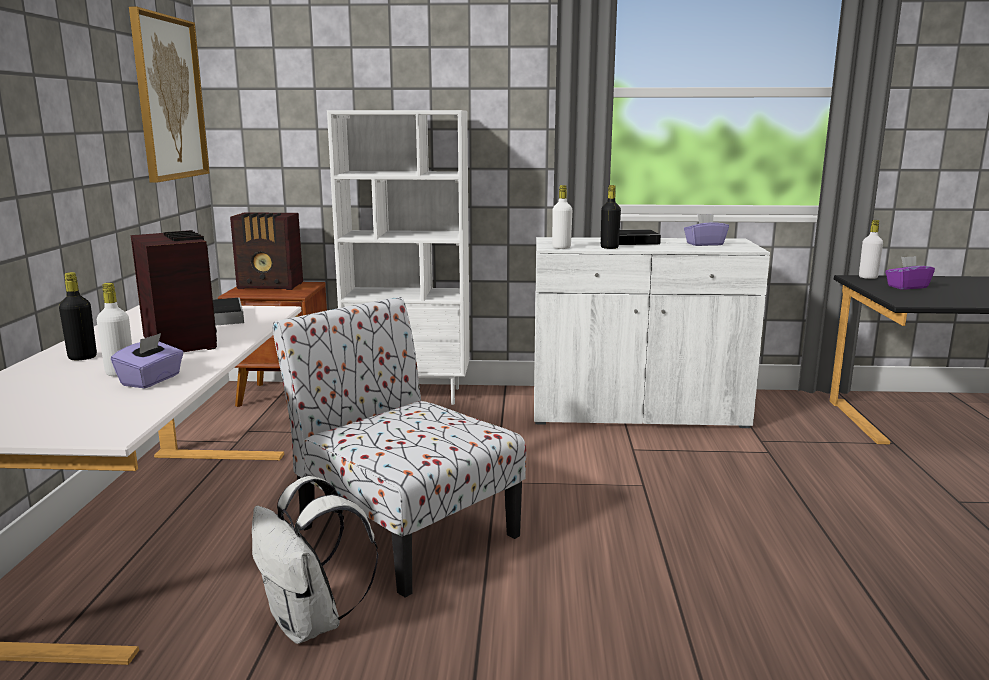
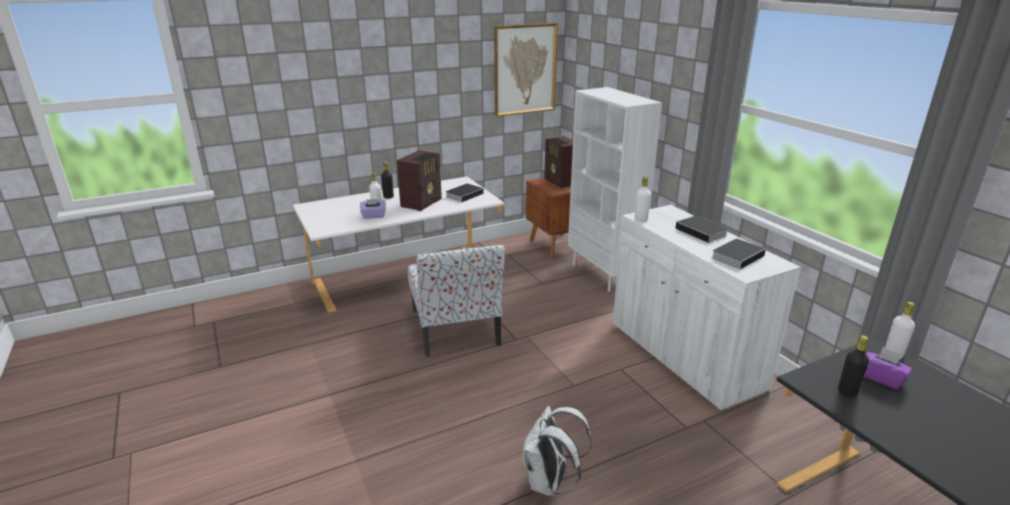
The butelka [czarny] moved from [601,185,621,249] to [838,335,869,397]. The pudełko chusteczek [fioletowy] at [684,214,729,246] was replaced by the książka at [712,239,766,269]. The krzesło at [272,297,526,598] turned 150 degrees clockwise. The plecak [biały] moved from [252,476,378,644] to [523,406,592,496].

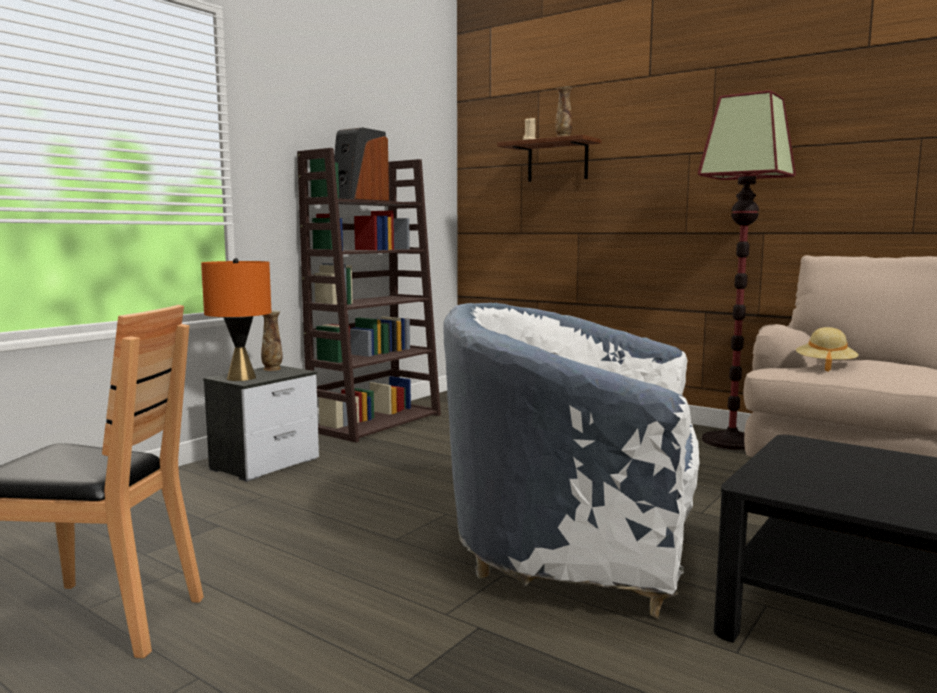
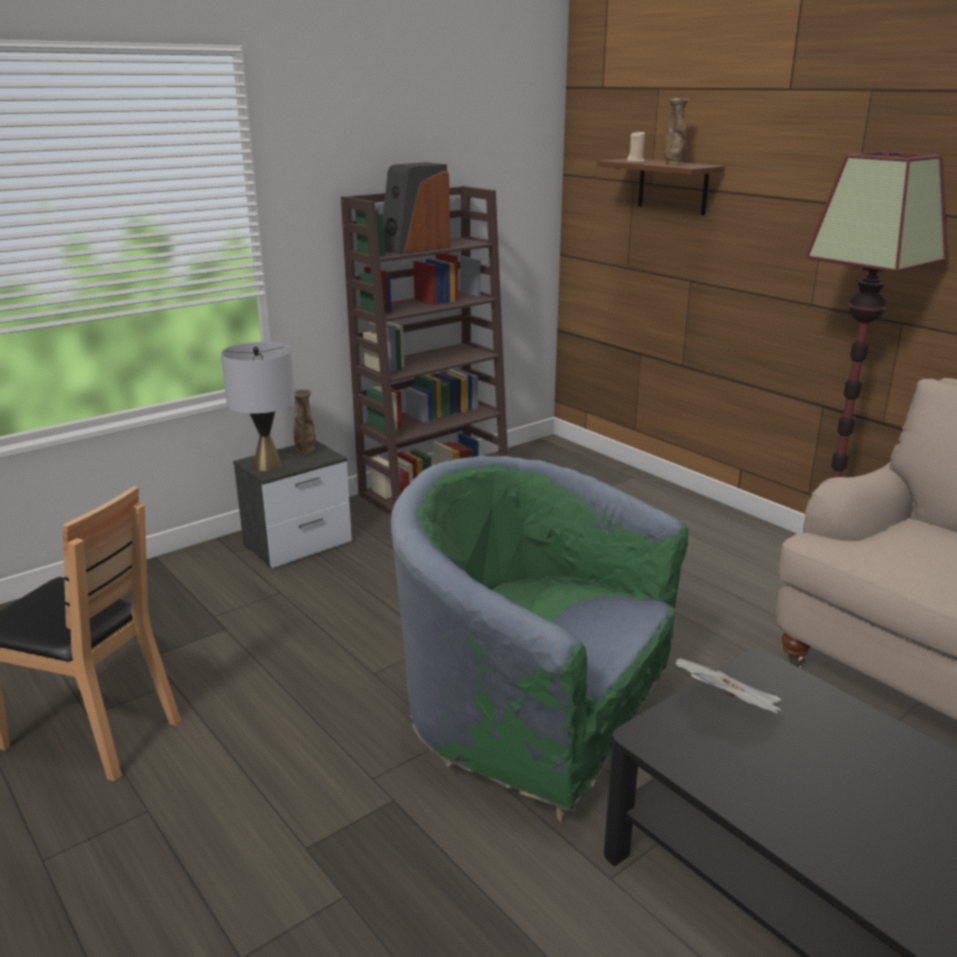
The lampa stołowa [pomarańczowy] at [201,258,272,381] became the lampa stołowa [szary] at [221,342,295,471]. The fotel [biały] at [443,303,700,619] became the fotel [zielony] at [391,456,689,824]. The kapelusz [beżowy] at [796,327,858,372] disappeared. The gazeta at [676,659,781,714] appeared.

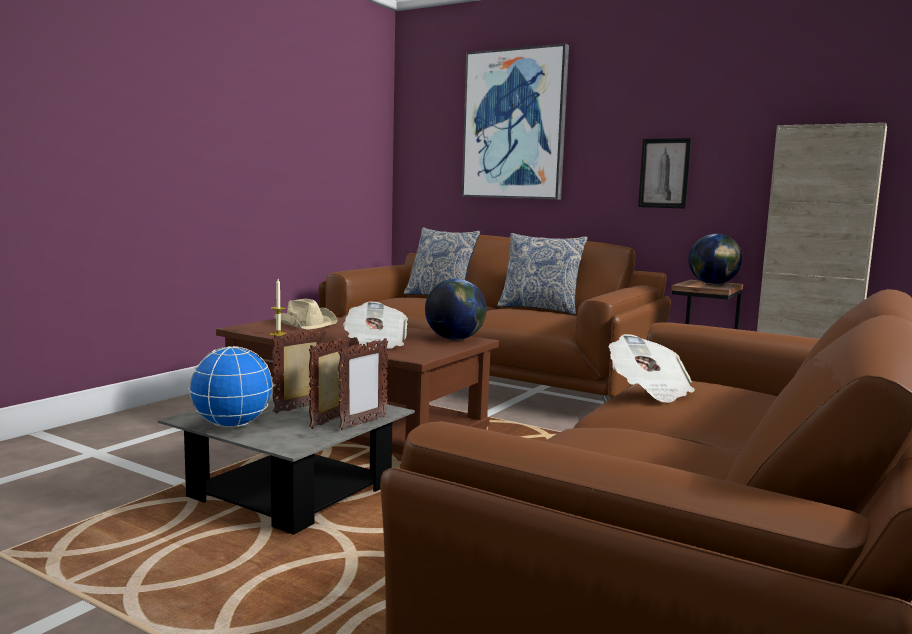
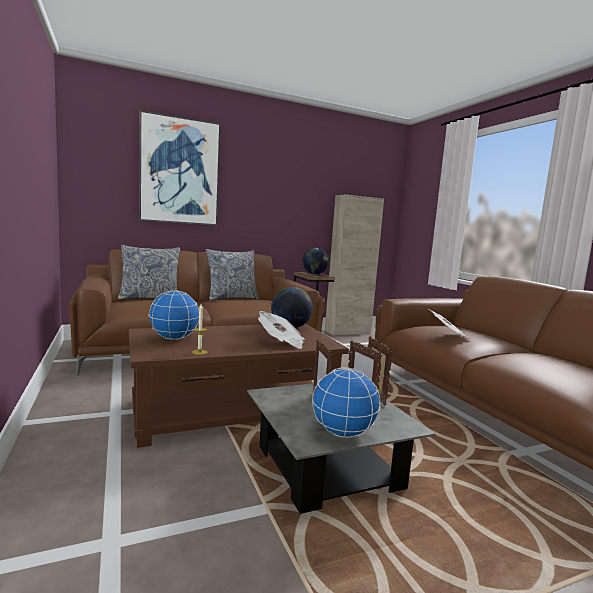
The obraz at [638,138,691,209] disappeared. The kapelusz [beżowy] at [273,299,337,330] was replaced by the globus at [148,290,199,340].

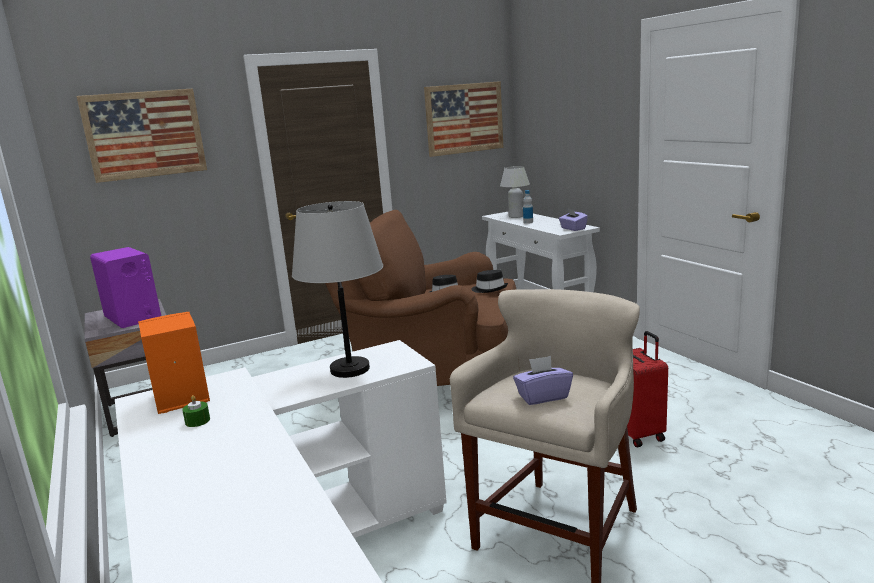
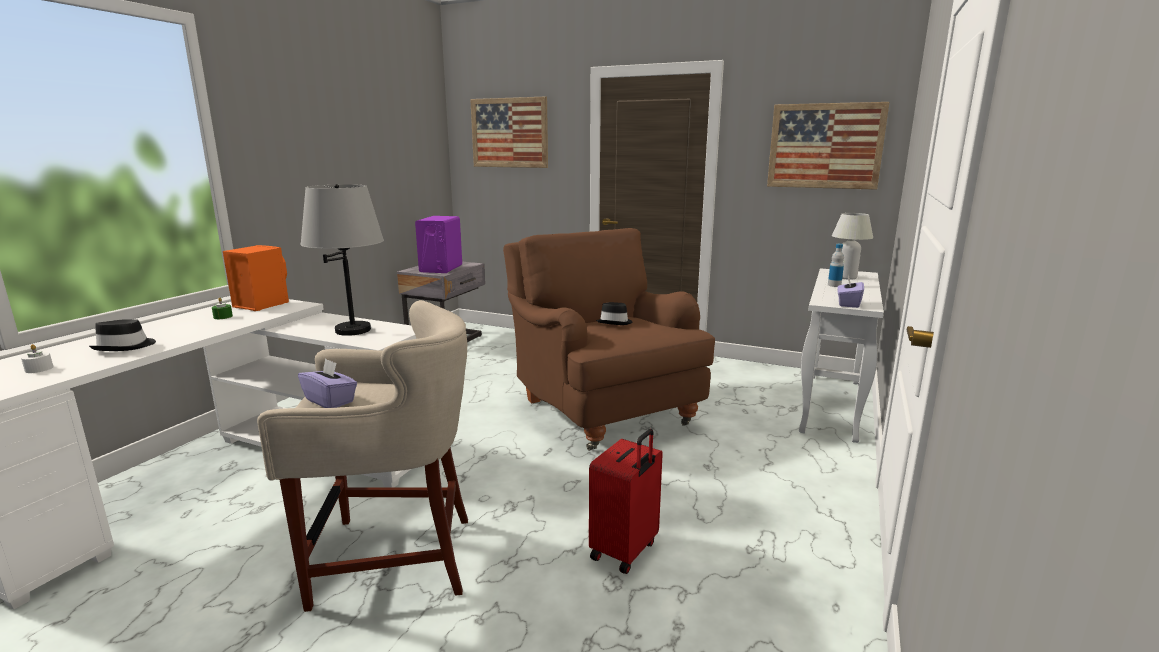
The kapelusz [czarny] moved from [471,270,508,293] to [89,319,156,351]. The świeca [biały] at [21,344,53,373] appeared.

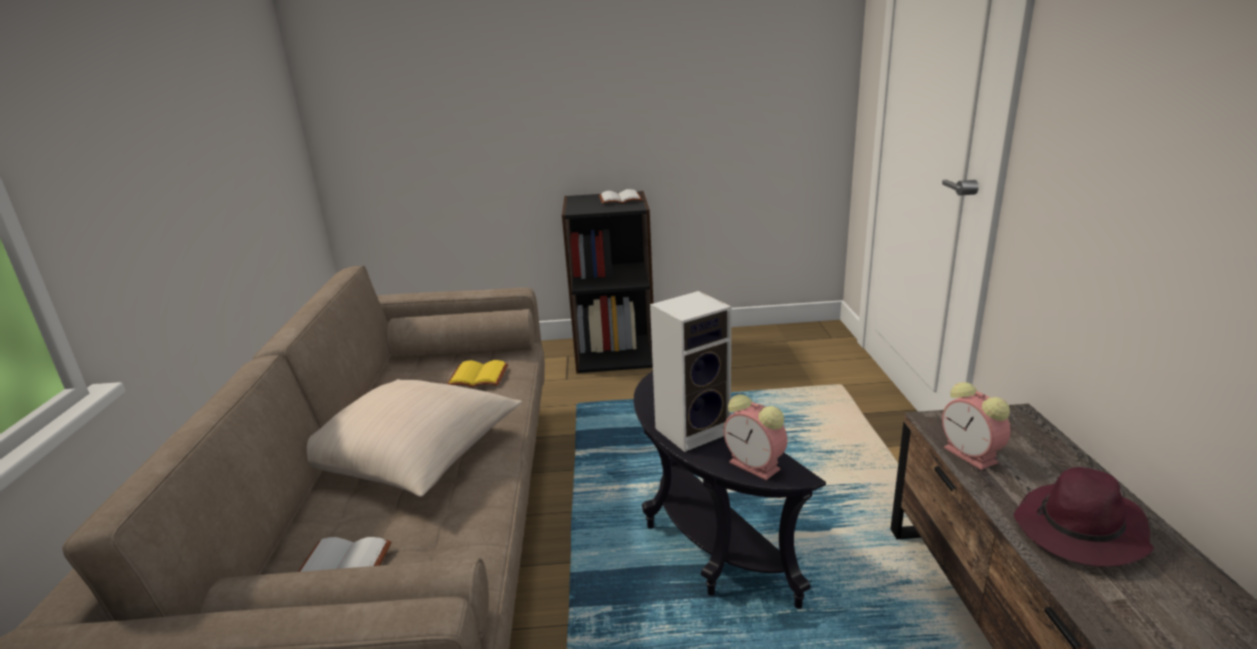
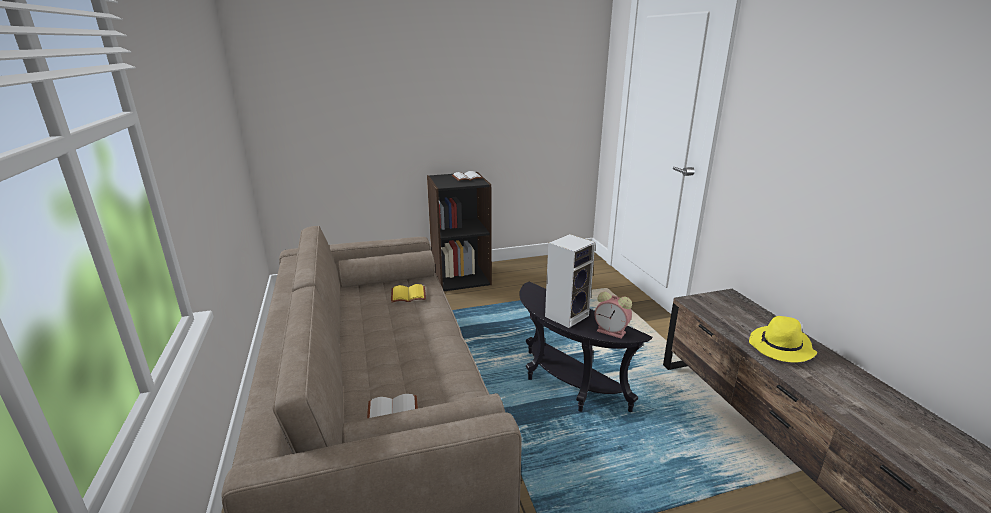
The poduszka [beżowy] at [307,379,522,497] disappeared. The budzik at [942,382,1011,470] disappeared. The kapelusz [fioletowy] at [1014,467,1154,567] became the kapelusz [żółty] at [749,316,817,363].

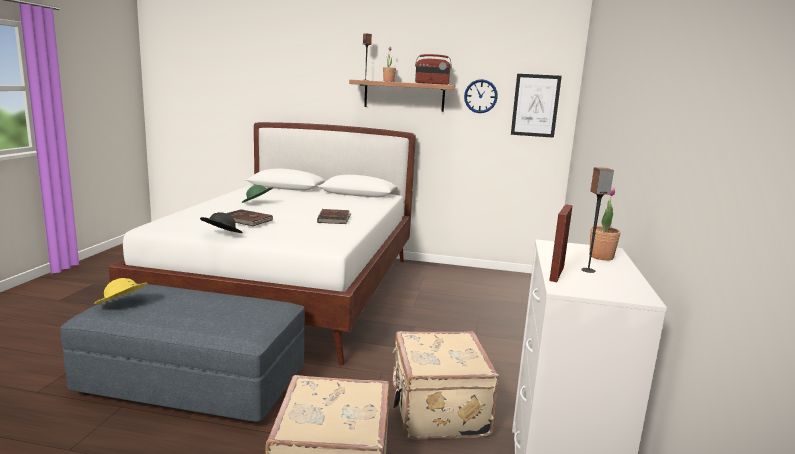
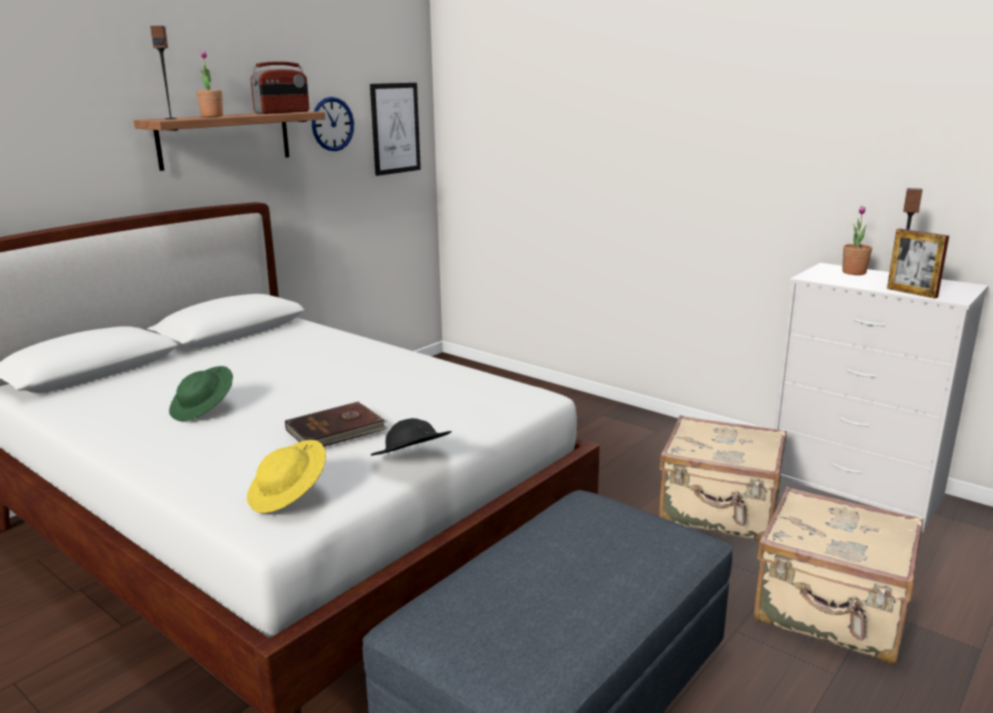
The książka [brązowy] at [317,209,351,224] disappeared. The kapelusz [żółty] moved from [94,278,148,304] to [247,440,326,513].

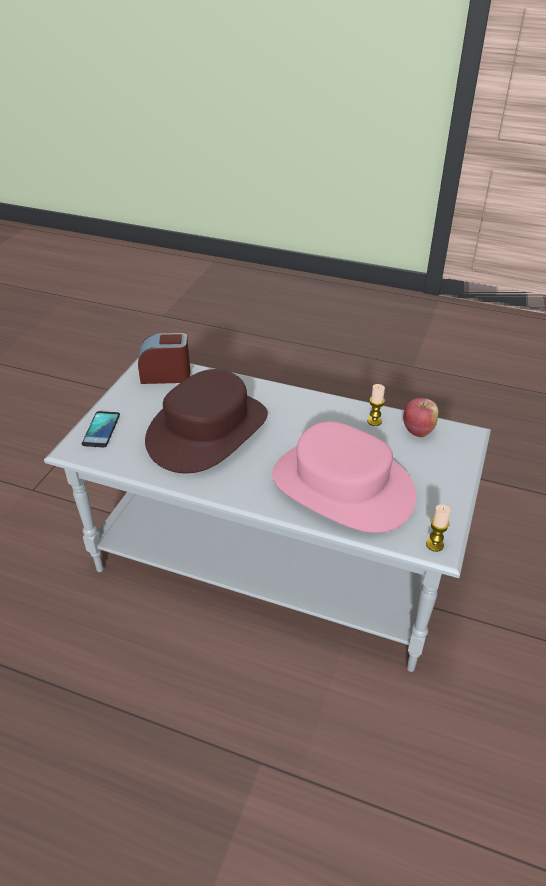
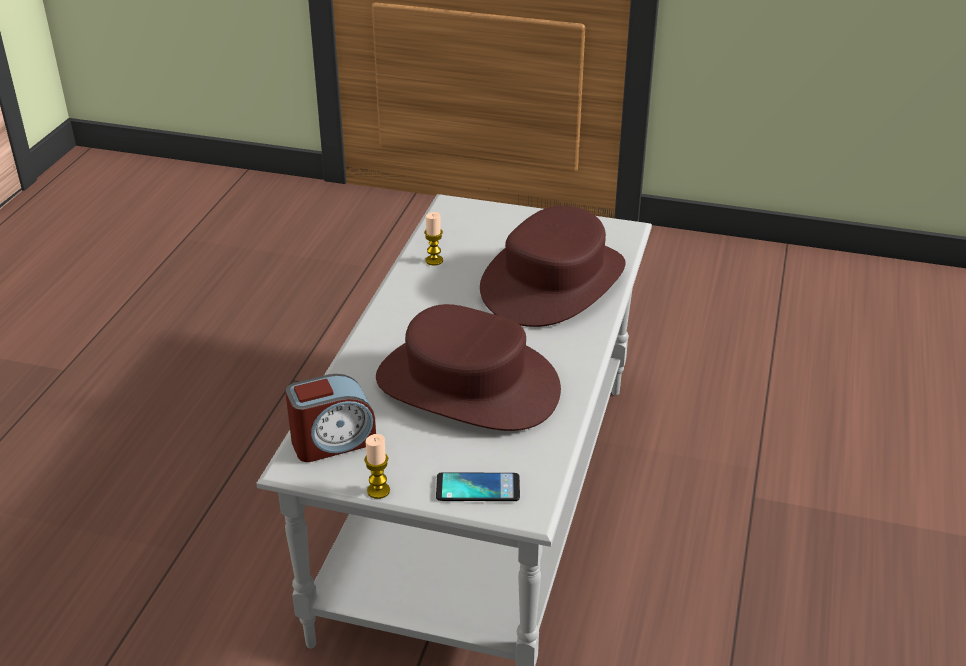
The budzik at [138,333,190,384] turned 105 degrees counterclockwise. The jabłko at [403,398,439,437] disappeared. The kapelusz [różowy] at [272,422,416,533] became the kapelusz [brązowy] at [480,206,626,327]. The świeca moved from [426,504,451,552] to [364,434,390,499].

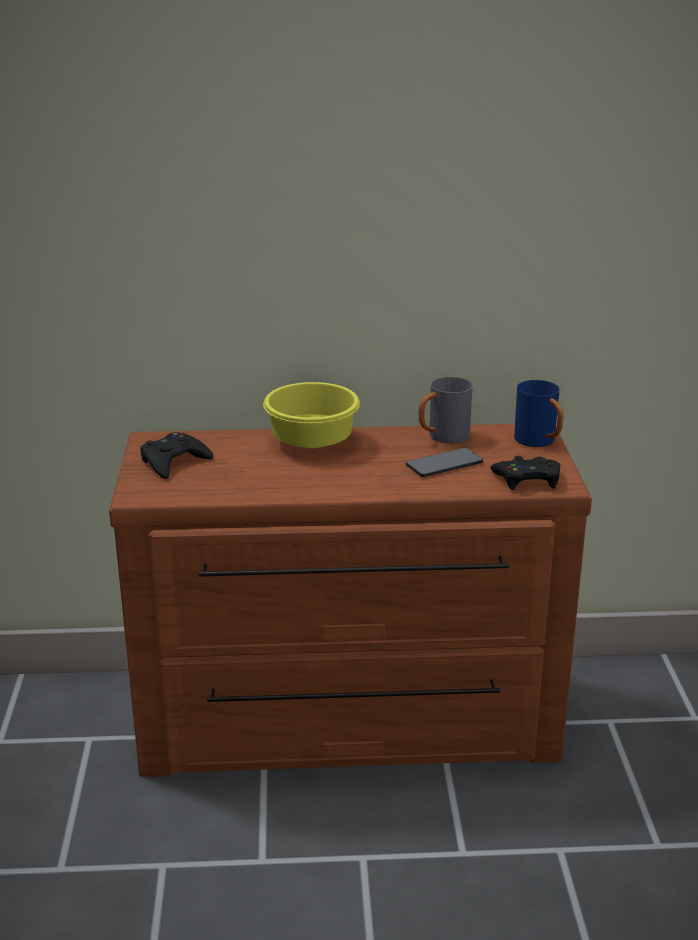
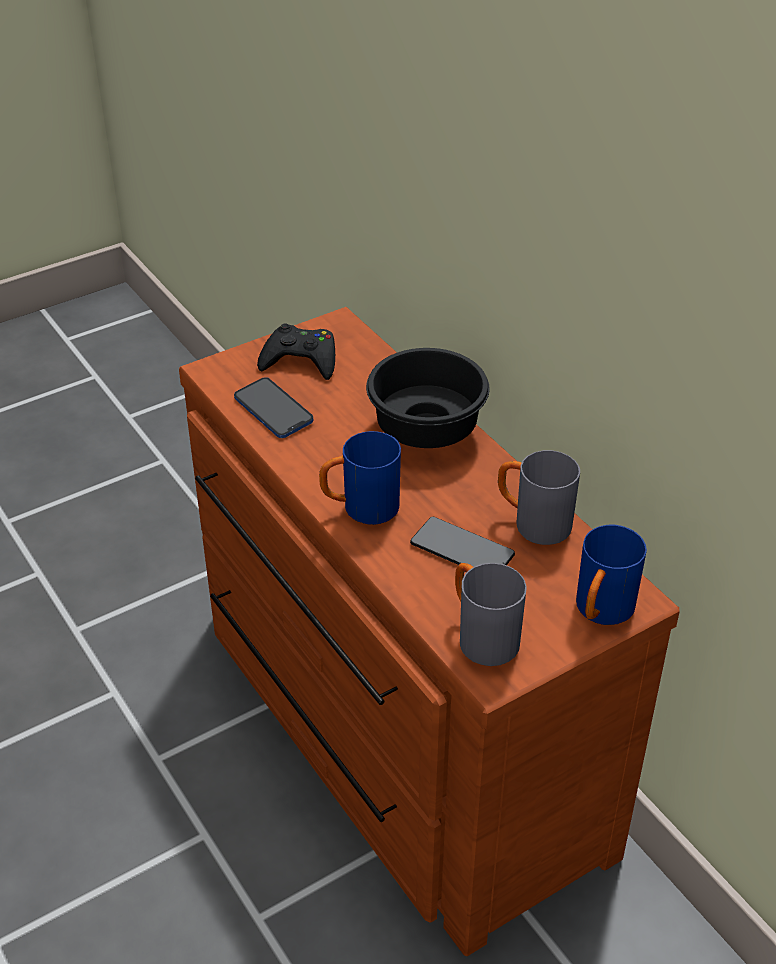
The miska [żółty] at [263,382,360,448] became the miska [czarny] at [366,348,490,448]. The pad do gier [czarny] at [490,456,561,490] was replaced by the kubek [szary] at [455,563,527,666]. The telefon at [234,377,314,438] appeared. The kubek [niebieski] at [319,431,401,525] appeared.

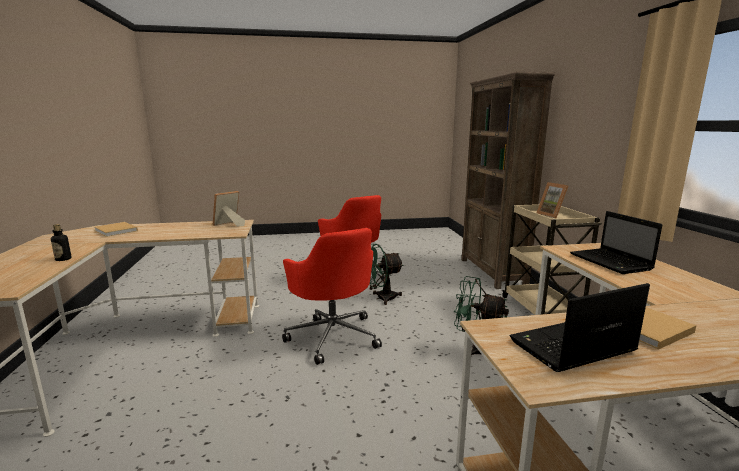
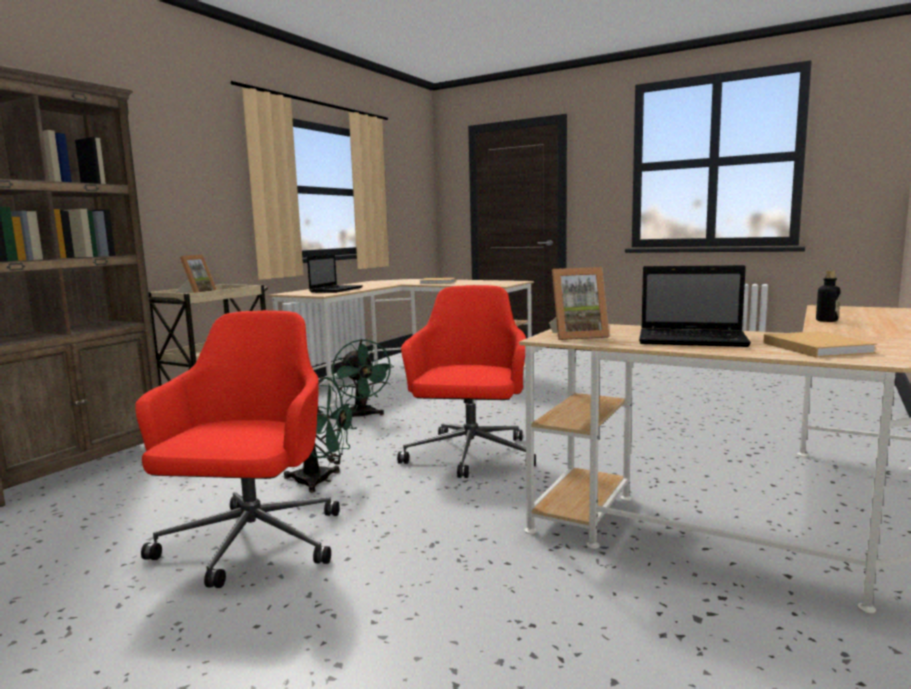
The laptop moved from [510,283,650,372] to [639,265,751,347].

